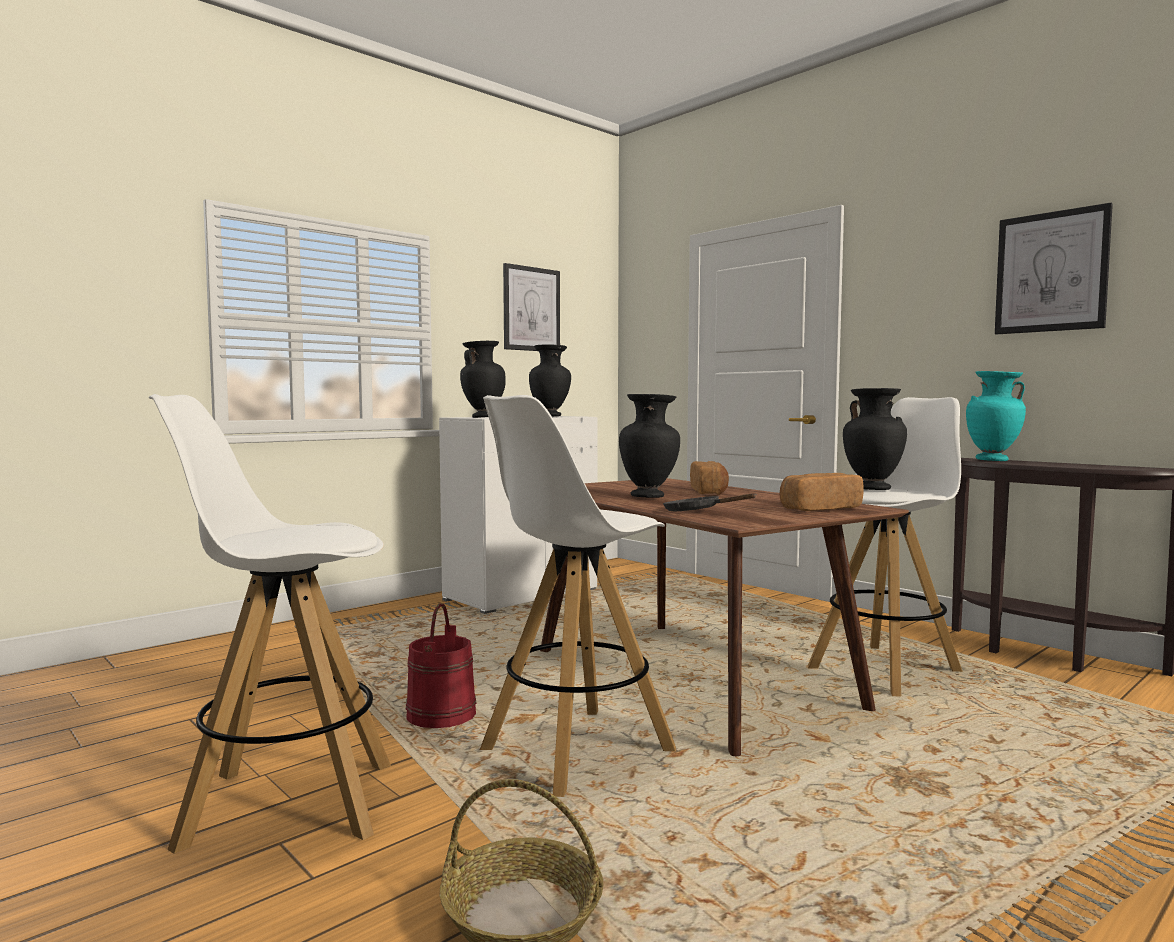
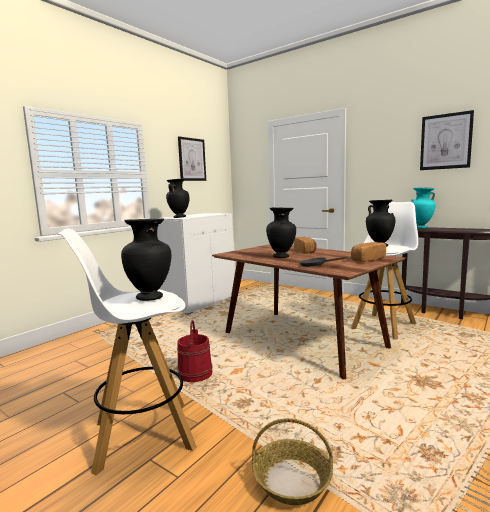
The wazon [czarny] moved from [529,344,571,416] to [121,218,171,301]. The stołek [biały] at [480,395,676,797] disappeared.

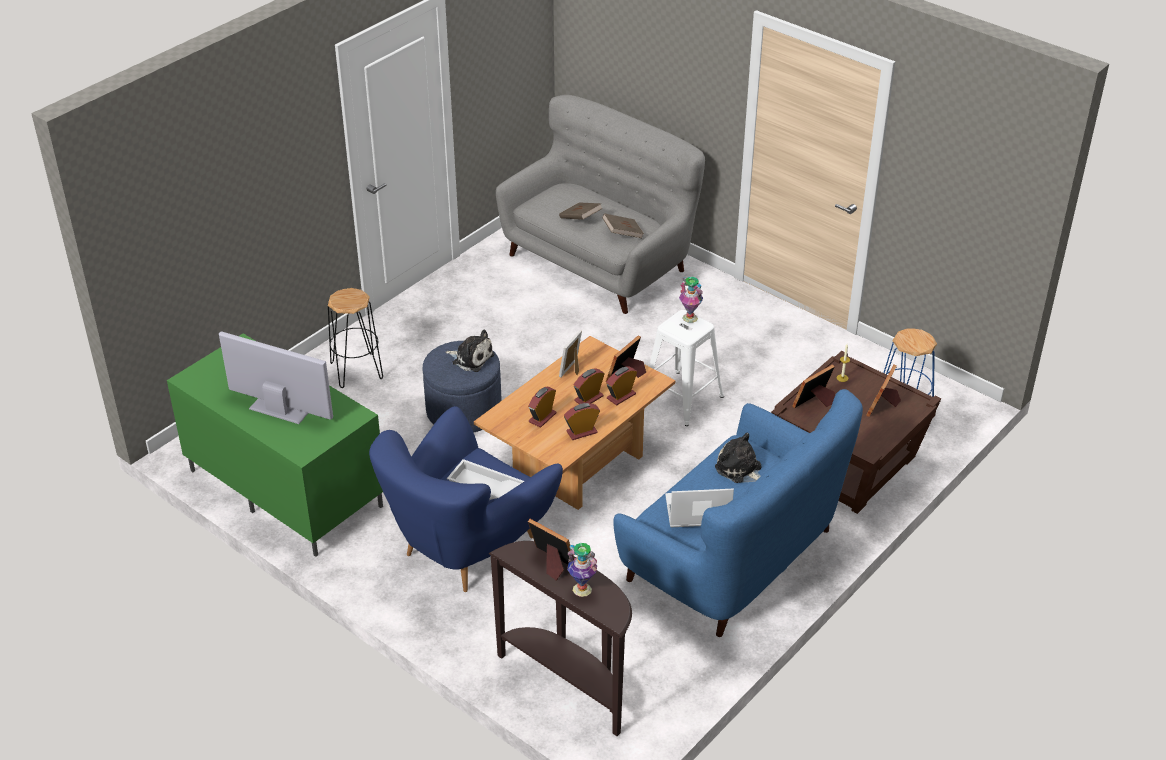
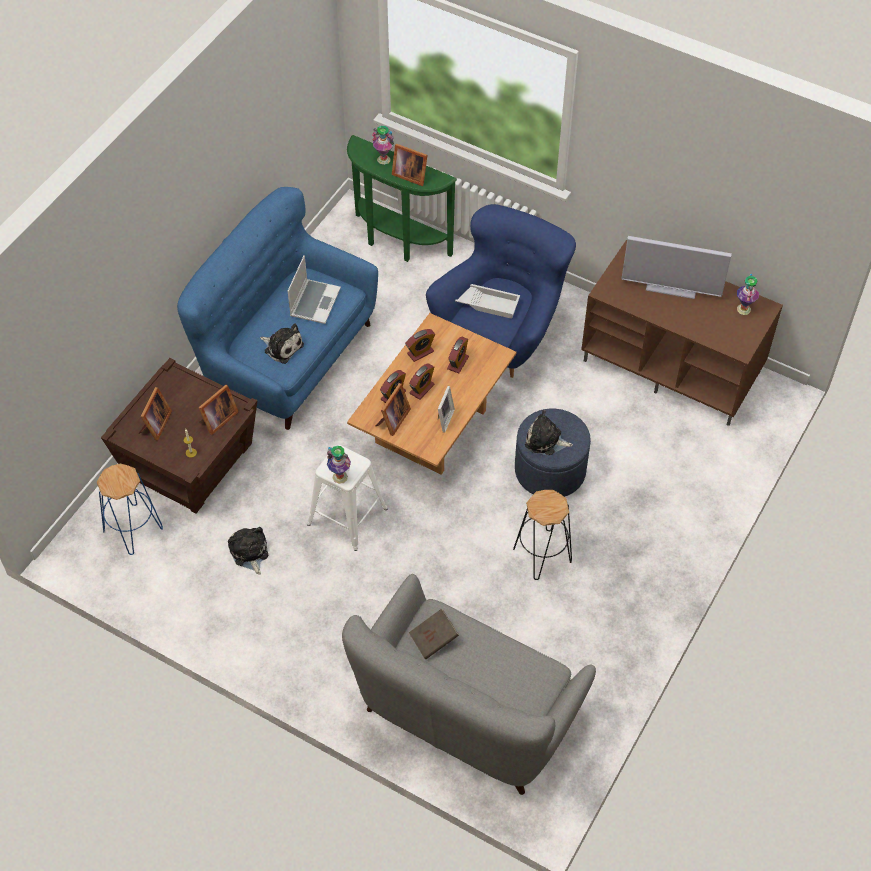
The książka [brązowy] at [559,203,603,220] disappeared. The stołek [czarny] moved from [328,288,383,388] to [513,490,572,580]. The szafka pod telewizor [zielony] at [167,333,383,557] became the szafka pod telewizor [brązowy] at [581,240,783,426]. The laptop at [665,488,734,527] turned 60 degrees counterclockwise. The stolik konsolowy [brązowy] at [488,541,632,736] became the stolik konsolowy [zielony] at [347,135,457,262]. The wazon at [737,274,759,315] appeared. The pluszak at [228,527,268,574] appeared.

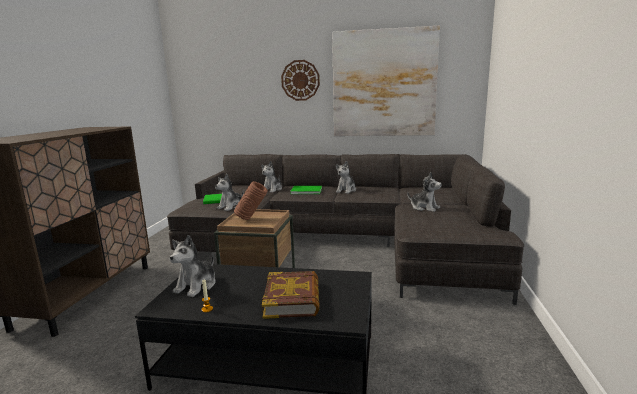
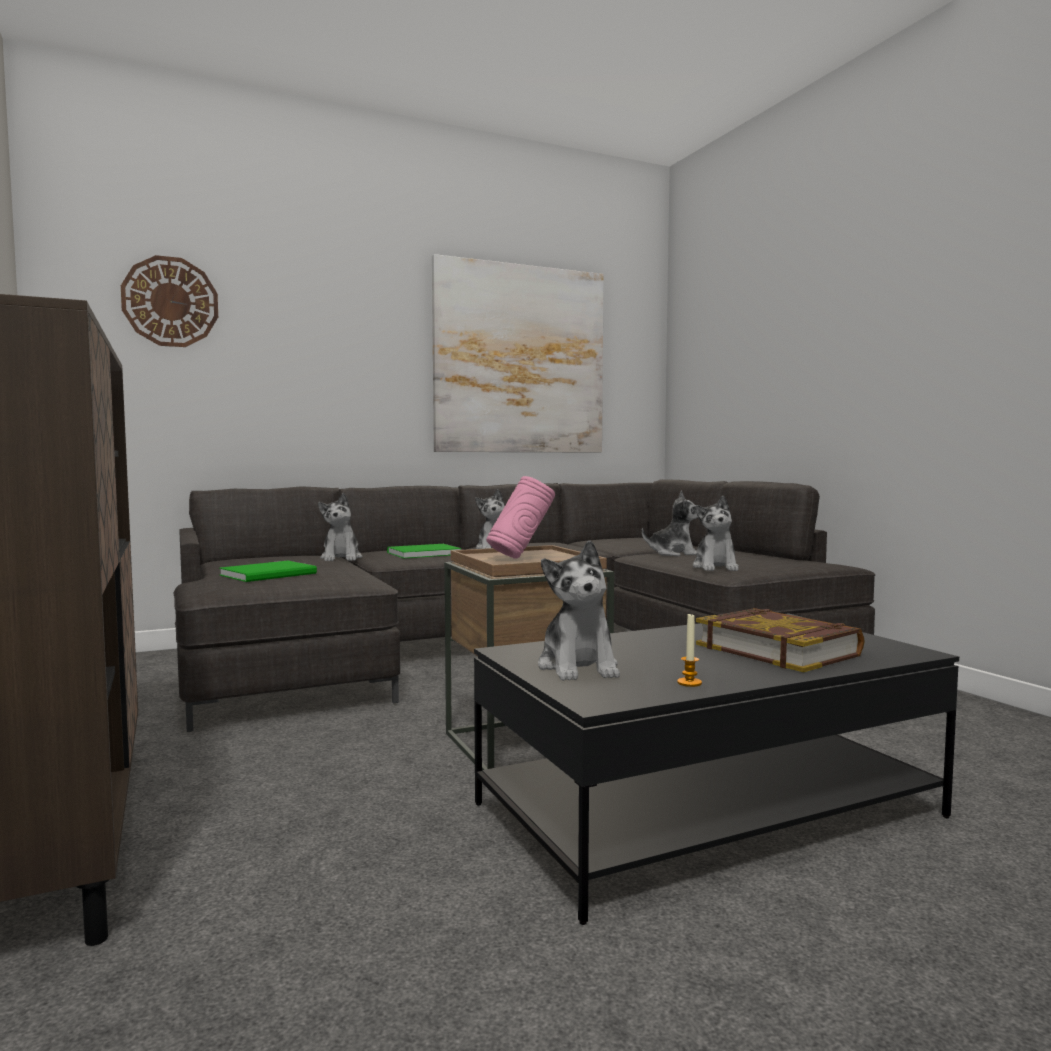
The zegar ścienny moved from [281,60,320,101] to [121,255,218,347]. The pluszak moved from [215,174,244,211] to [692,496,739,571]. The wazon [brązowy] at [234,181,268,220] became the wazon [różowy] at [486,476,555,559].

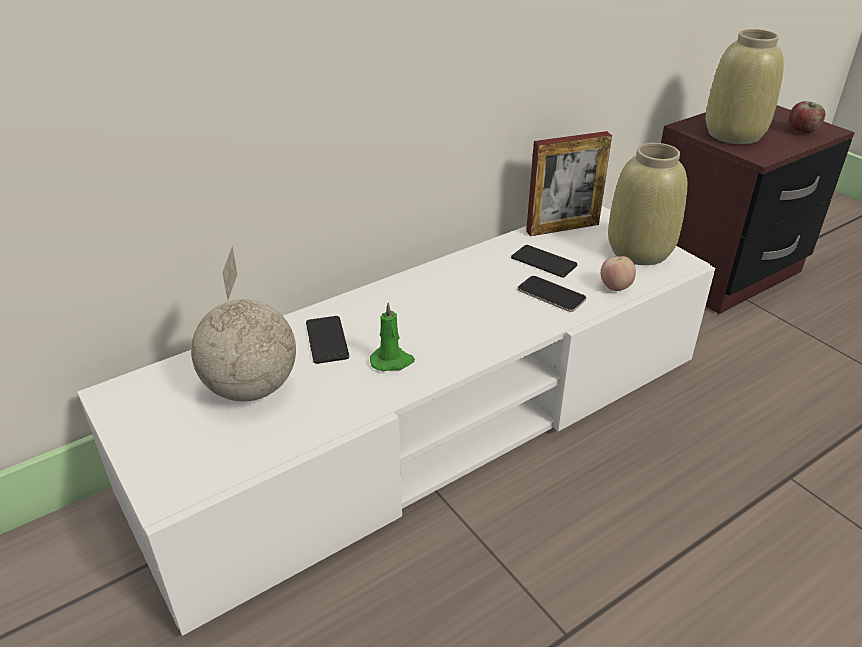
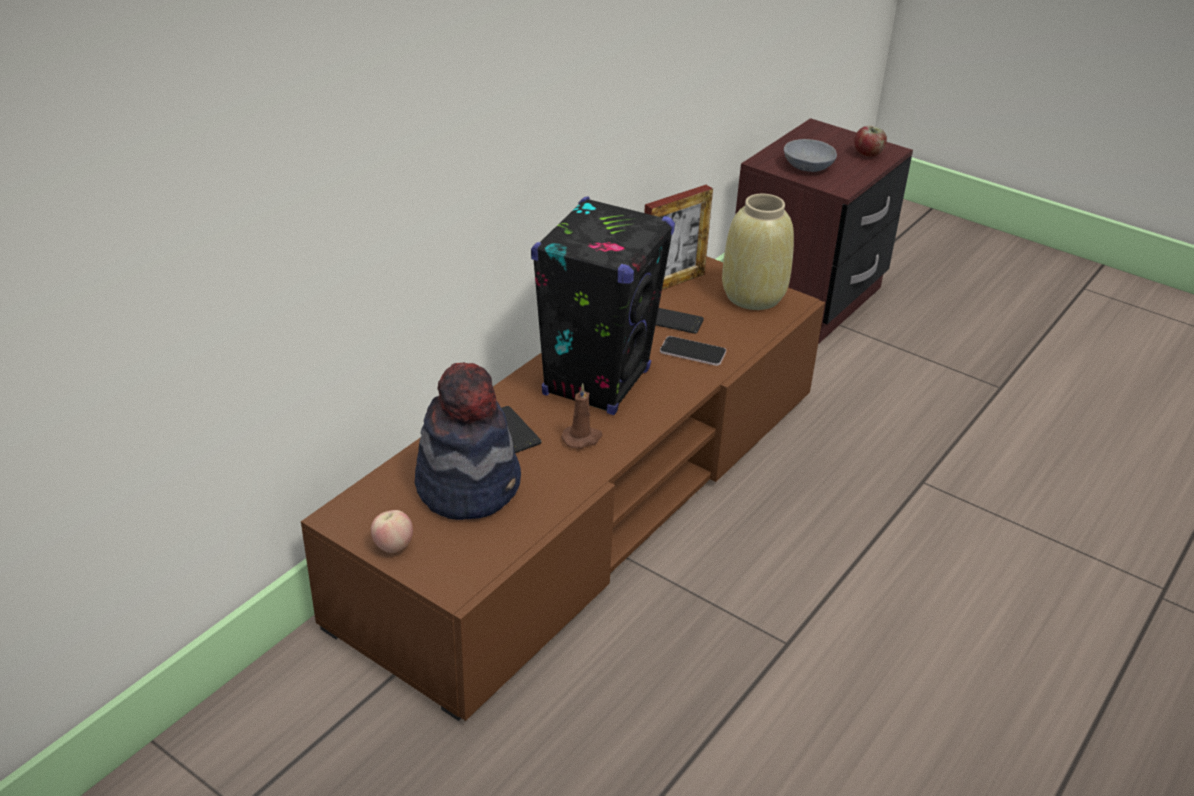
The wazon [beżowy] at [706,29,784,144] was replaced by the miska [szary] at [784,139,837,172]. The szafka pod telewizor [biały] at [77,206,715,636] became the szafka pod telewizor [brązowy] at [301,256,825,721]. The globus at [191,246,296,401] was replaced by the kapelusz at [414,362,521,520]. The jabłko moved from [601,256,636,291] to [371,510,413,553]. The świeca [zielony] at [370,302,415,371] became the świeca [brązowy] at [561,384,602,449]. The głośnik [czarny] at [531,196,675,415] appeared.

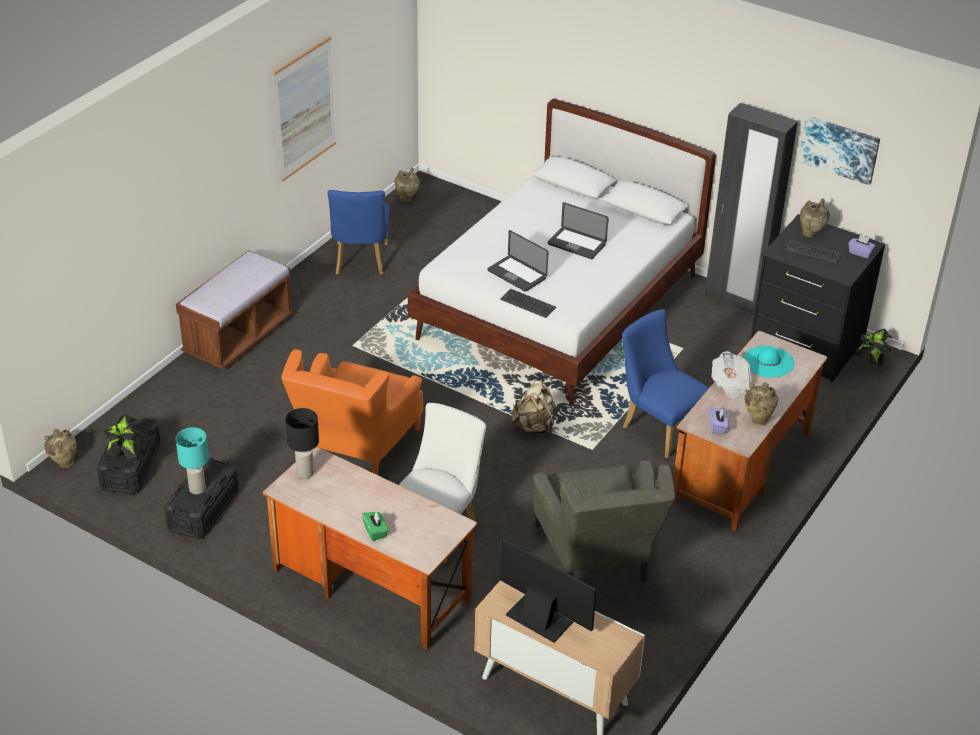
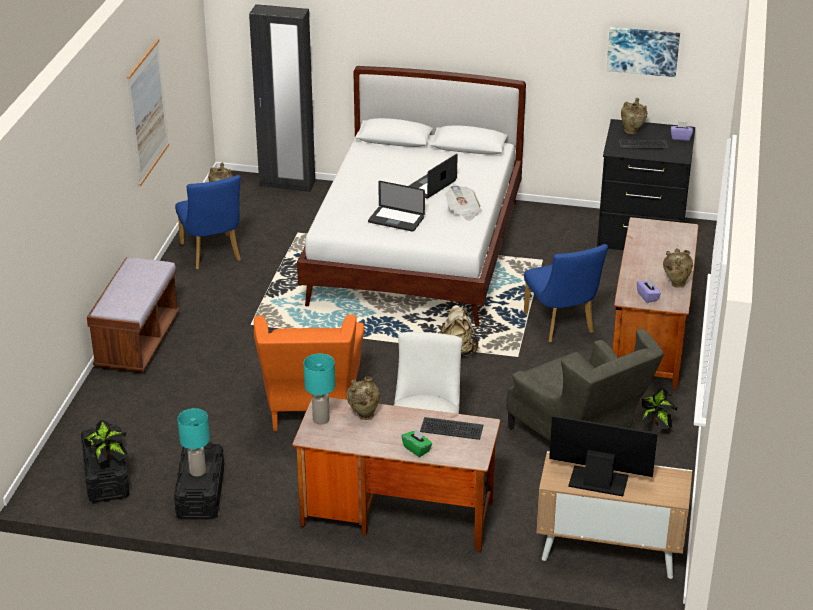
The szafa [czarny] moved from [705,103,798,314] to [249,4,315,192]. The laptop at [547,202,609,259] turned 120 degrees clockwise. The klawiatura moved from [500,289,556,318] to [420,417,484,440]. The krzesło [niebieski] at [622,309,709,459] turned 135 degrees counterclockwise. The roślina doniczkowa moved from [853,328,894,365] to [642,388,678,429]. The kapelusz [turkusowy] at [743,346,794,378] disappeared. The gazeta moved from [711,351,752,399] to [445,185,482,221]. The lampa stołowa [czarny] at [285,408,319,479] became the lampa stołowa [turkusowy] at [303,353,335,424]. The wazon [beżowy] moved from [44,429,77,468] to [346,376,380,420].

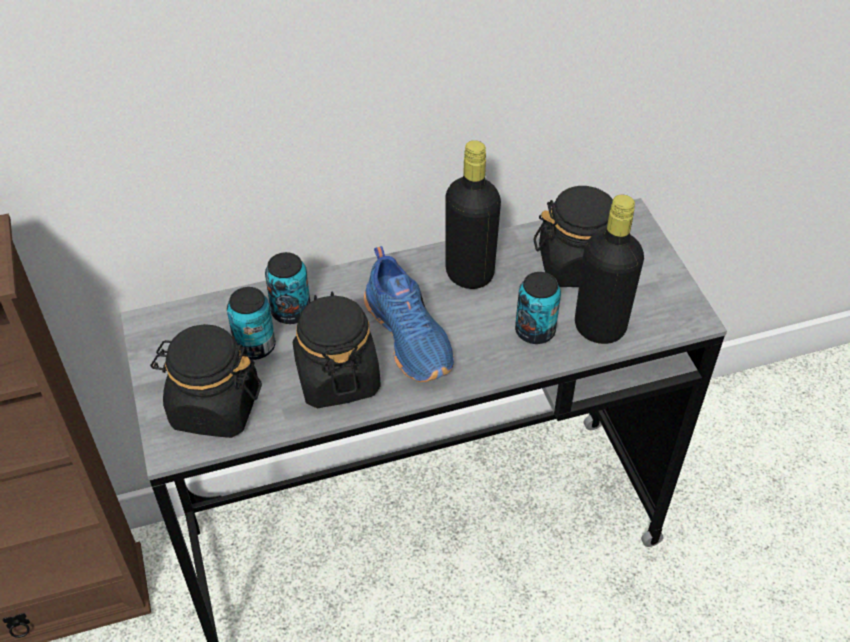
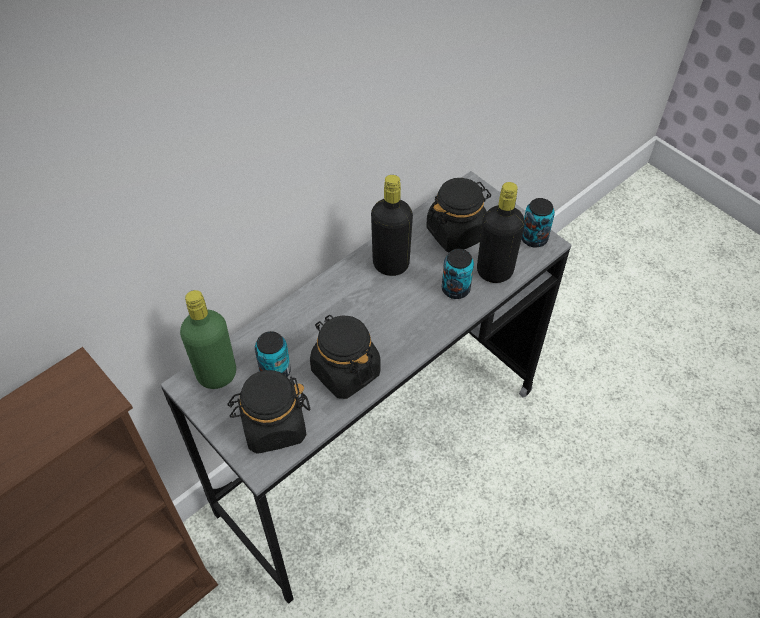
The but [niebieski] at [364,246,454,382] disappeared. The puszka moved from [265,252,310,324] to [522,198,555,248]. The butelka [zielony] at [180,290,236,389] appeared.

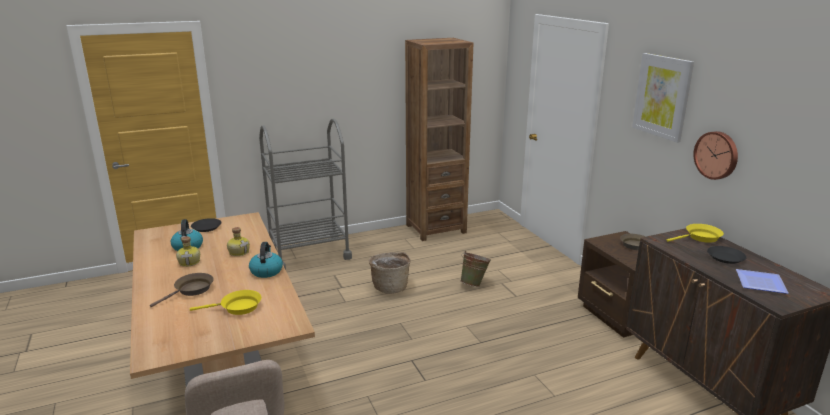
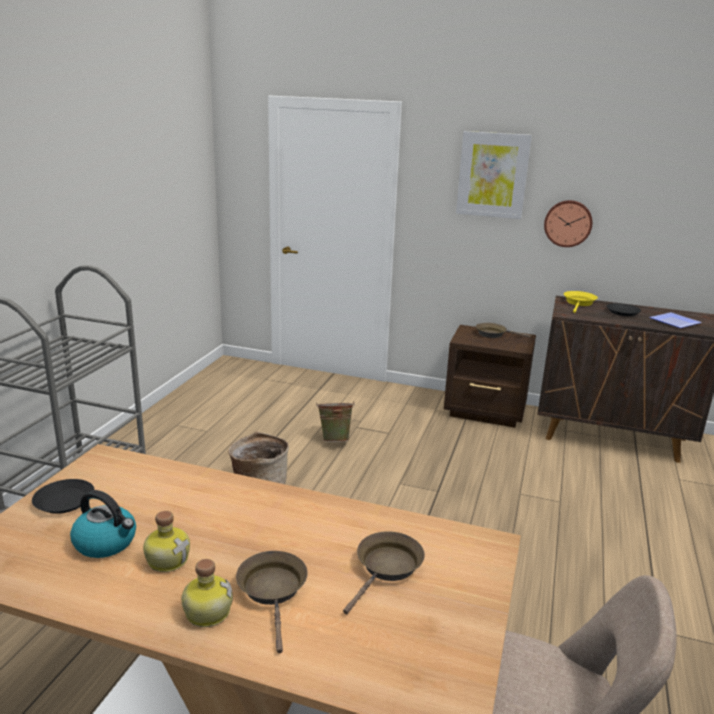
The regał [brązowy] at [405,38,474,241] disappeared. The butelka moved from [227,227,250,256] to [181,559,233,627]. The czajnik at [249,242,283,278] disappeared. The patelnia [żółty] at [190,290,261,315] became the patelnia [brązowy] at [343,531,425,614].

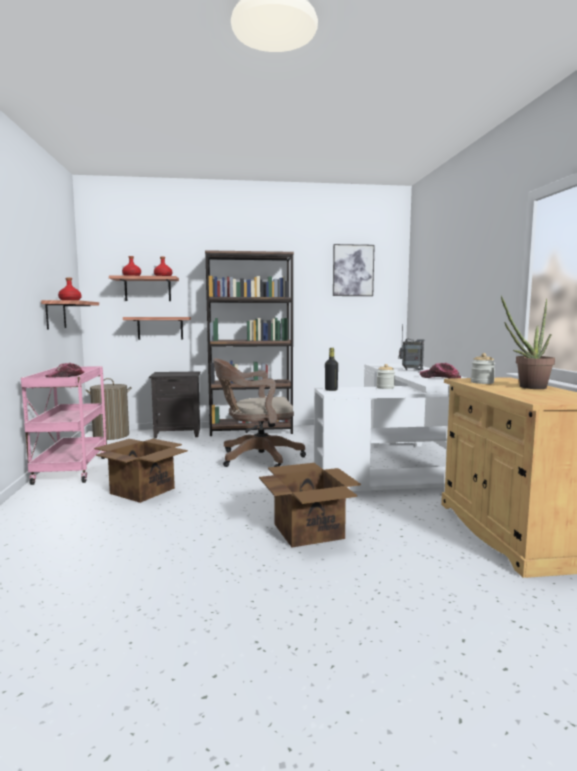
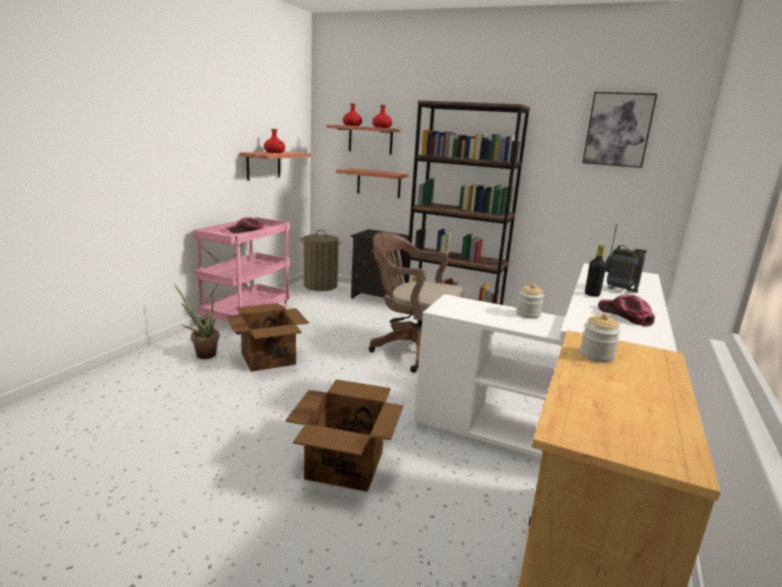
The roślina doniczkowa moved from [501,295,555,389] to [174,284,220,359]. The butelka [czarny] moved from [325,348,338,391] to [585,245,606,297].

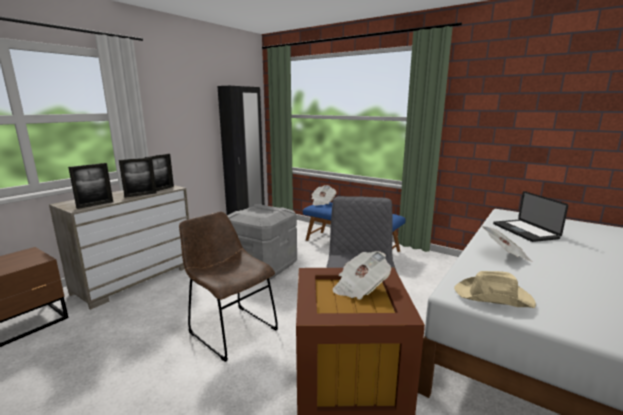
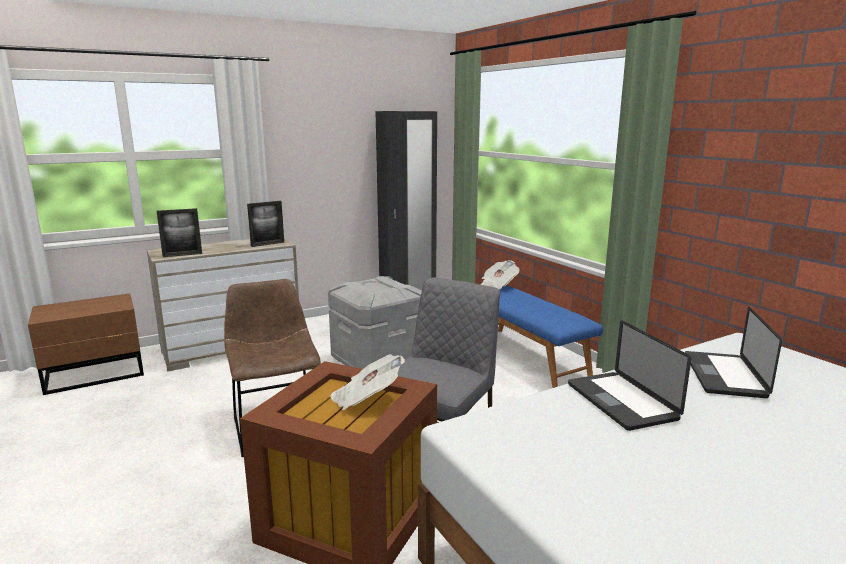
The ramka na zdjęcie at [119,157,157,198] disappeared. The gazeta at [482,226,533,262] was replaced by the laptop at [568,320,691,431]. The kapelusz [beżowy] at [454,271,536,308] disappeared.

